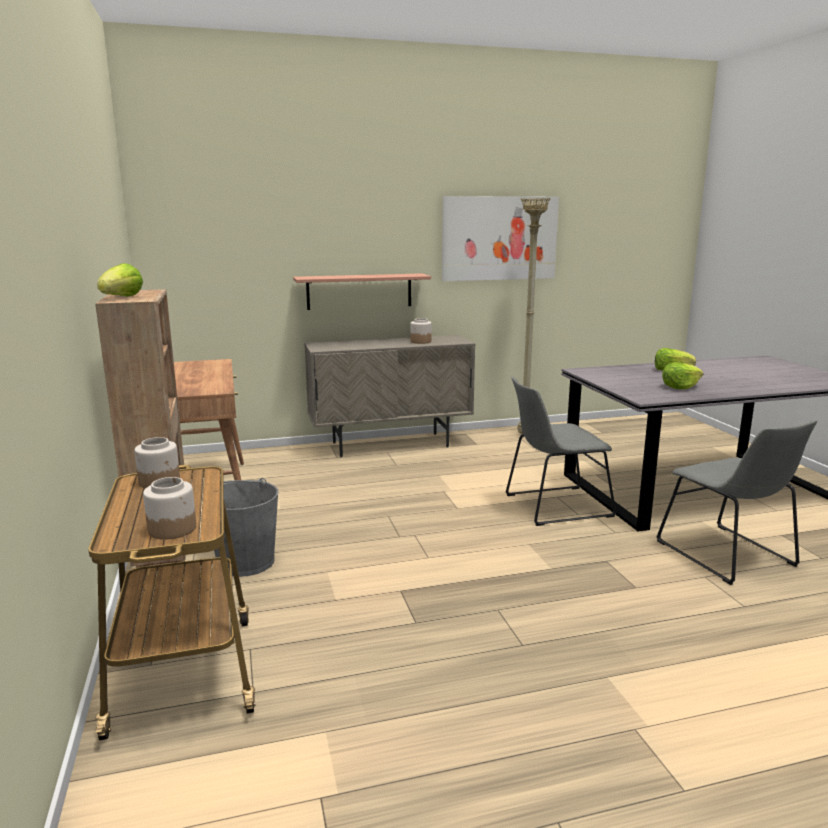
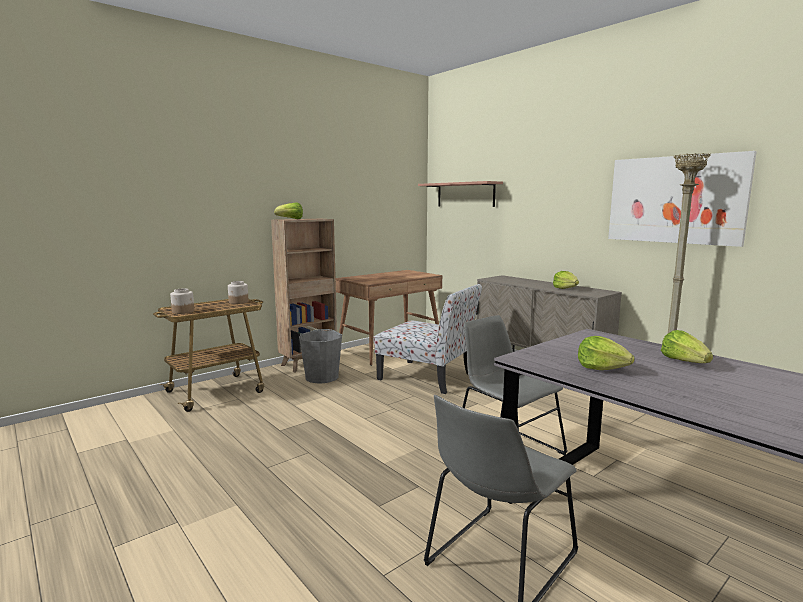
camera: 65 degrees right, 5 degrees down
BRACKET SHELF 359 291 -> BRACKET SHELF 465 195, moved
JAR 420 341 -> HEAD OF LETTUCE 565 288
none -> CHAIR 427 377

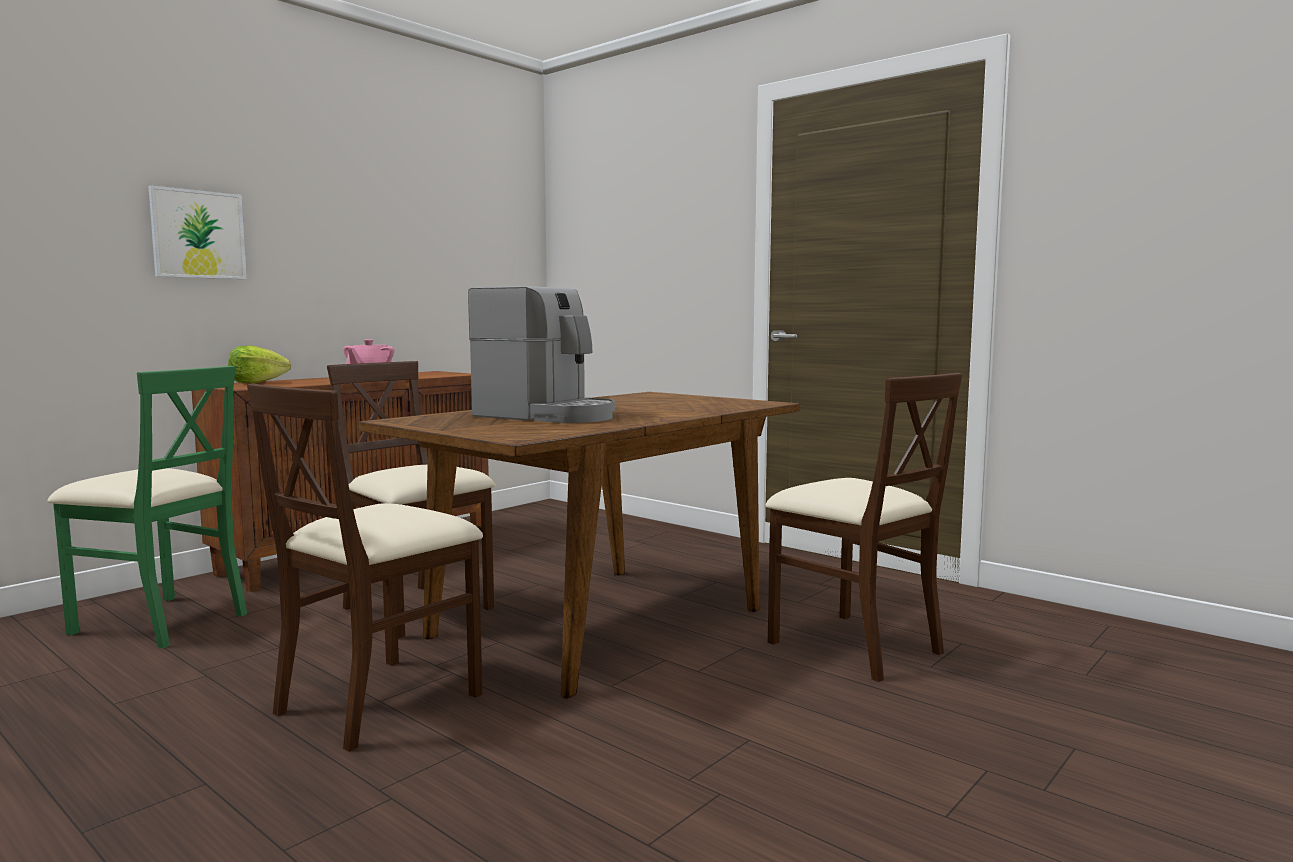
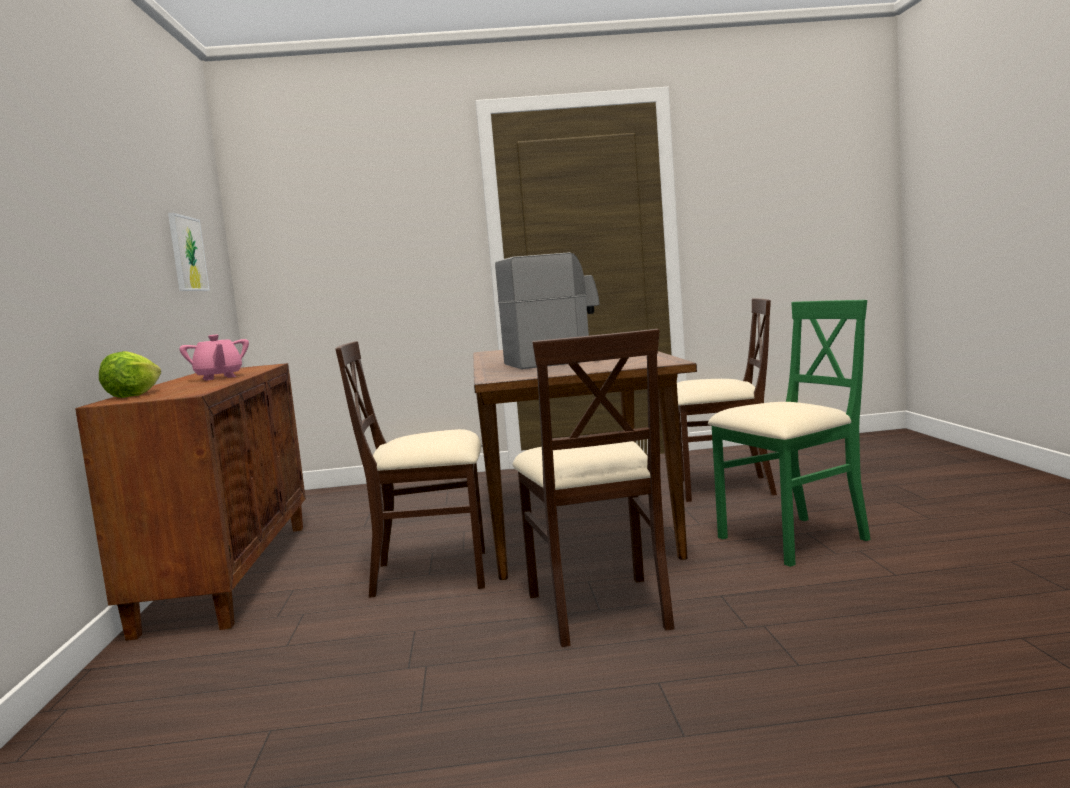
camera: 45 degrees left, 0 degrees up
WALL PICTURE 198 234 -> WALL PICTURE 187 254, moved
GREENISH CHAIR 160 622 -> GREENISH CHAIR 793 540, moved

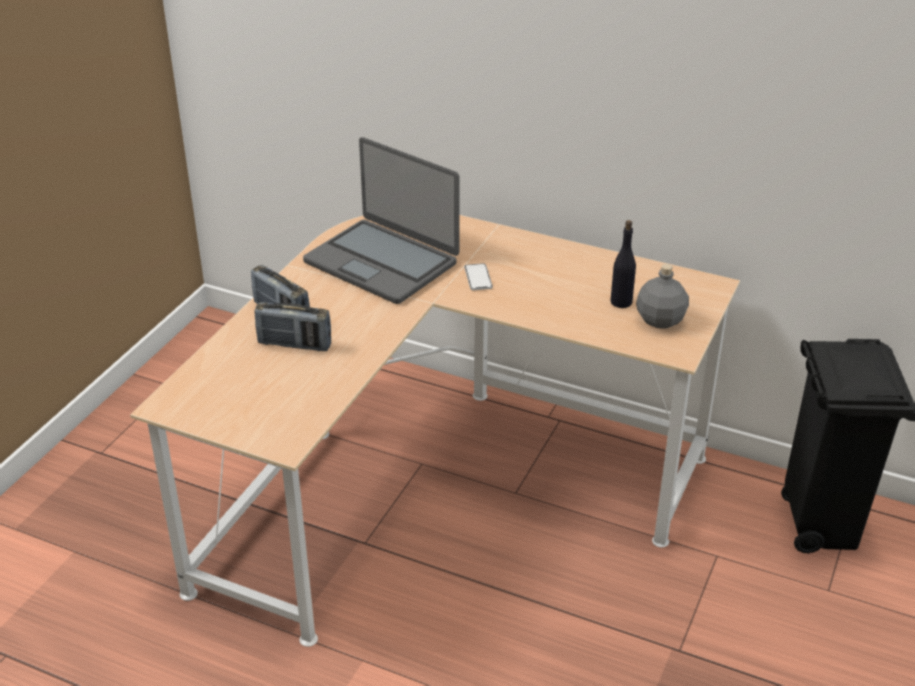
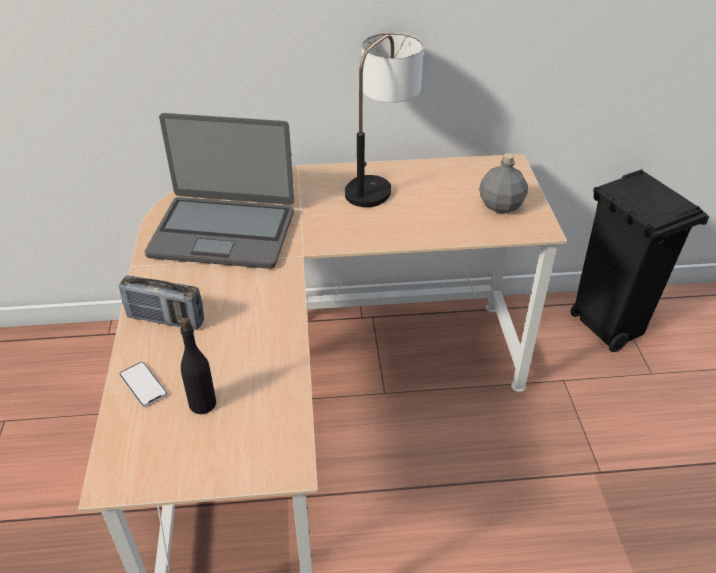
camera: 30 degrees left, 5 degrees up
BLACK-COLOURED BOTTLE 621 302 -> BLACK-COLOURED BOTTLE 202 403, moved
PHONE 478 278 -> PHONE 143 385, moved
RADIO SET 294 344 -> none
none -> TABLETOP LAMP 380 181

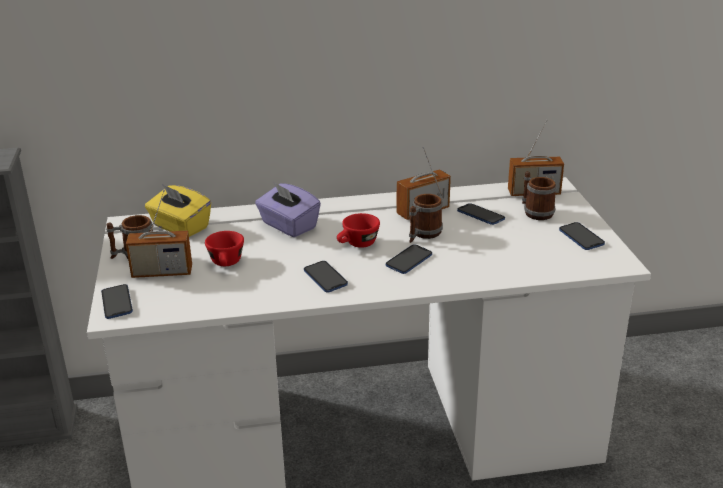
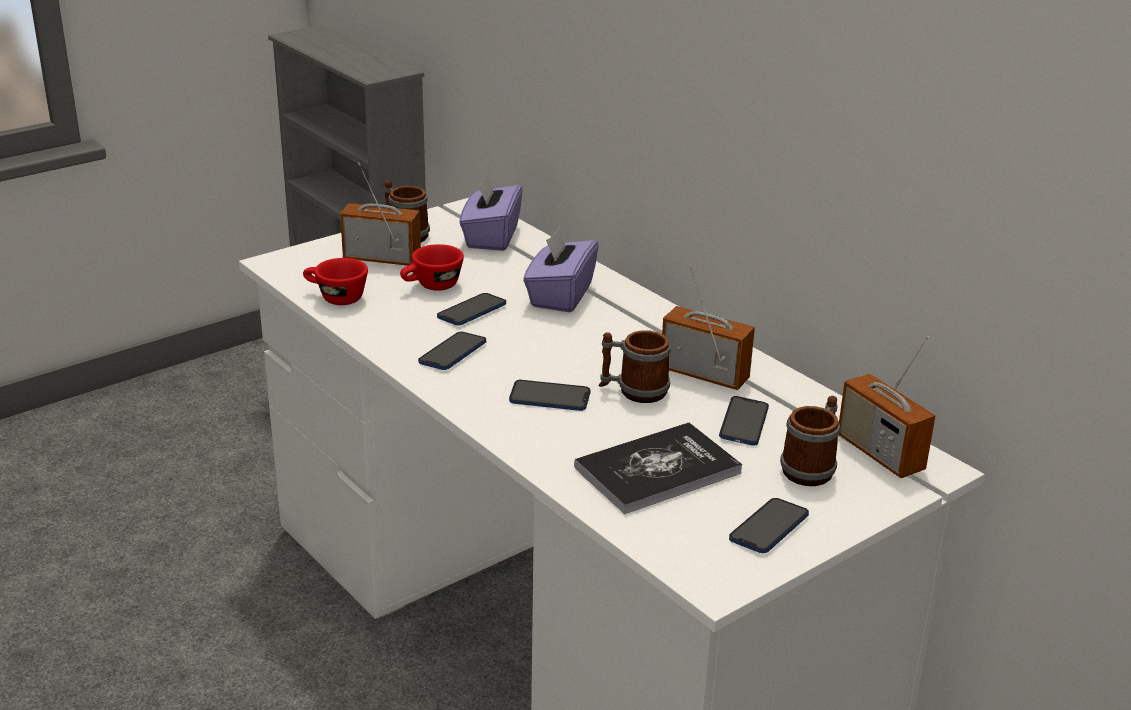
camera: 60 degrees right, 0 degrees up
YELLOW TISSUE HOLDER 180 227 -> PURPLISH TISSUE HOLDER 491 237
RADIO SET 162 272 -> RADIO SET 382 259, 135 degrees clockwise
RED-COLOURED CUP 357 244 -> RED-COLOURED CUP 335 298, moved
PHONE 117 303 -> PHONE 471 311, moved
none -> VOLUME 657 470

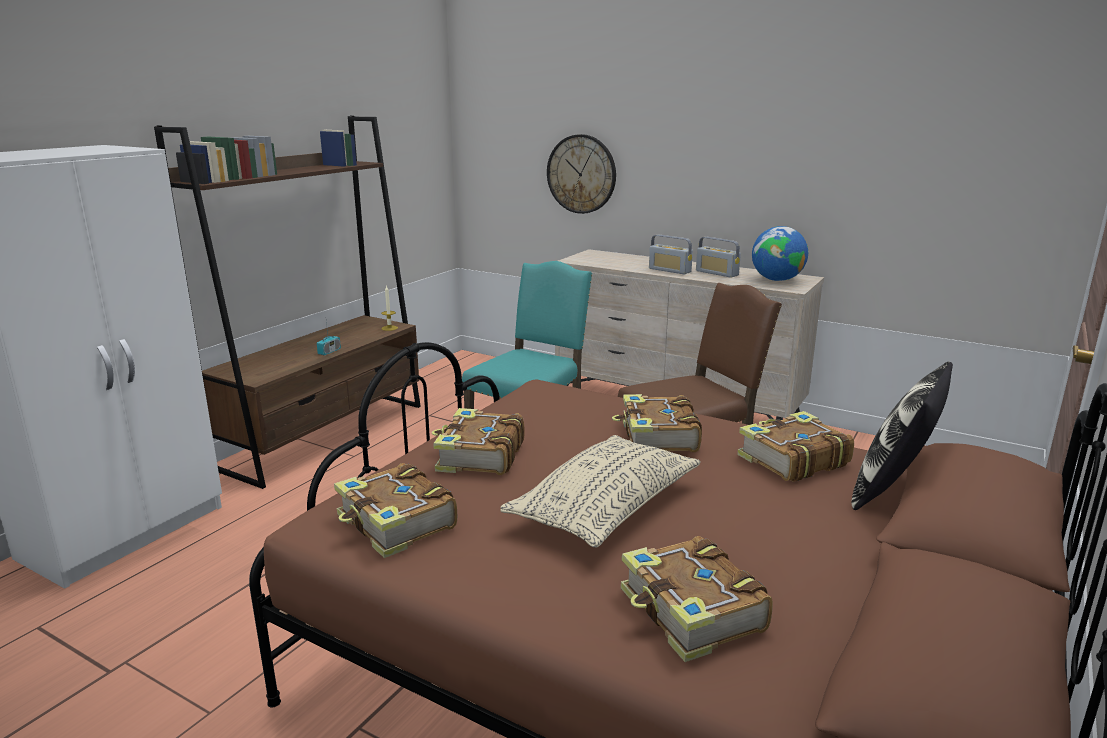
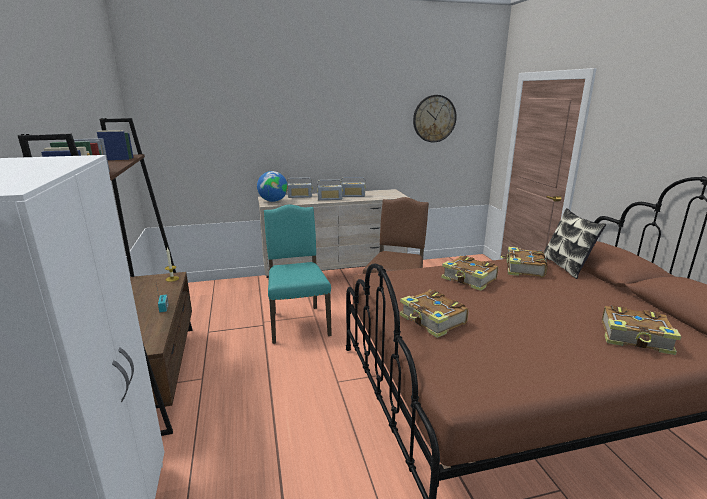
camera: 45 degrees left, 0 degrees up
WALL CLOCK 581 174 -> WALL CLOCK 434 118, moved
GLOBE 776 280 -> GLOBE 273 201, moved
SAND-COLOURED CUSHION 605 507 -> none
VOLUME 396 524 -> none
none -> RADIO SET 300 196

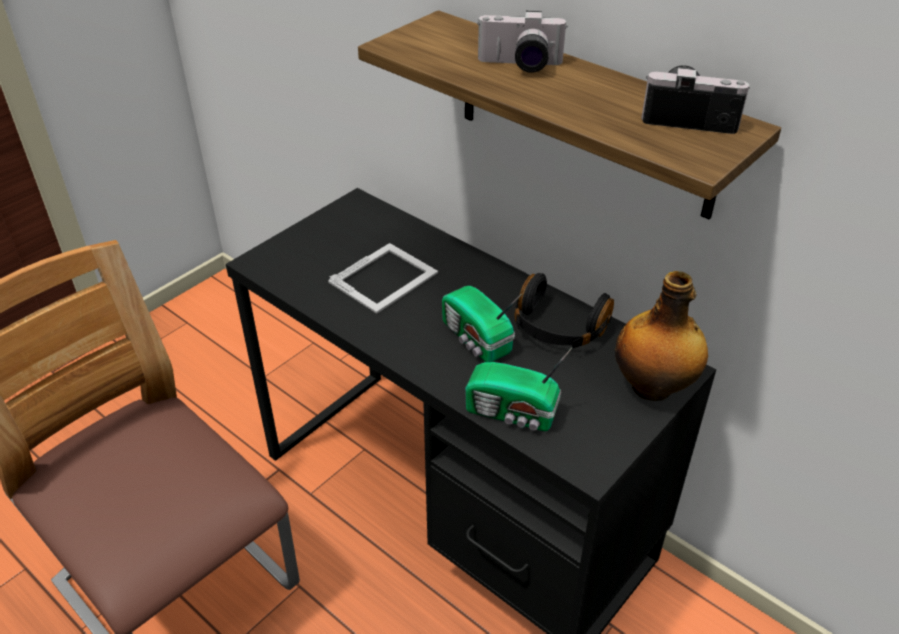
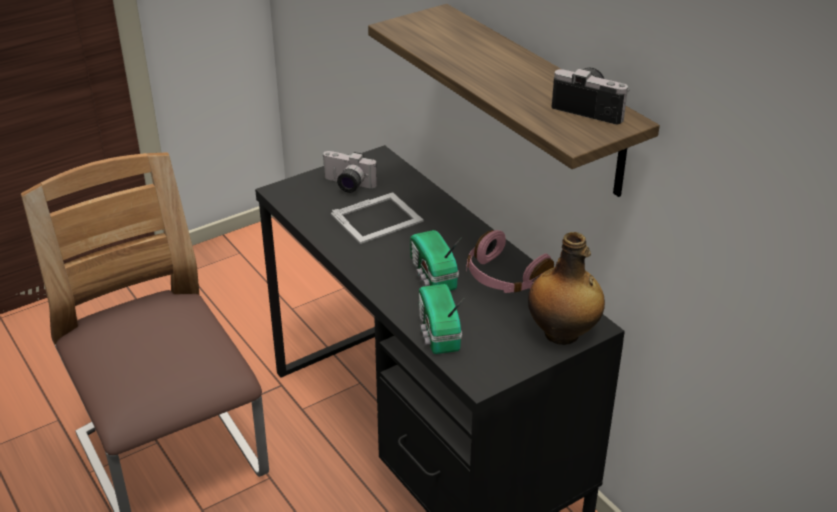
camera: 15 degrees right, 5 degrees down
PHOTO CAMERA 519 65 -> PHOTO CAMERA 347 185, moved
BLACK-COLOURED HEADPHONES 557 328 -> PINK HEADPHONES 504 278
RADIO SET 513 413 -> RADIO SET 437 333, 45 degrees clockwise

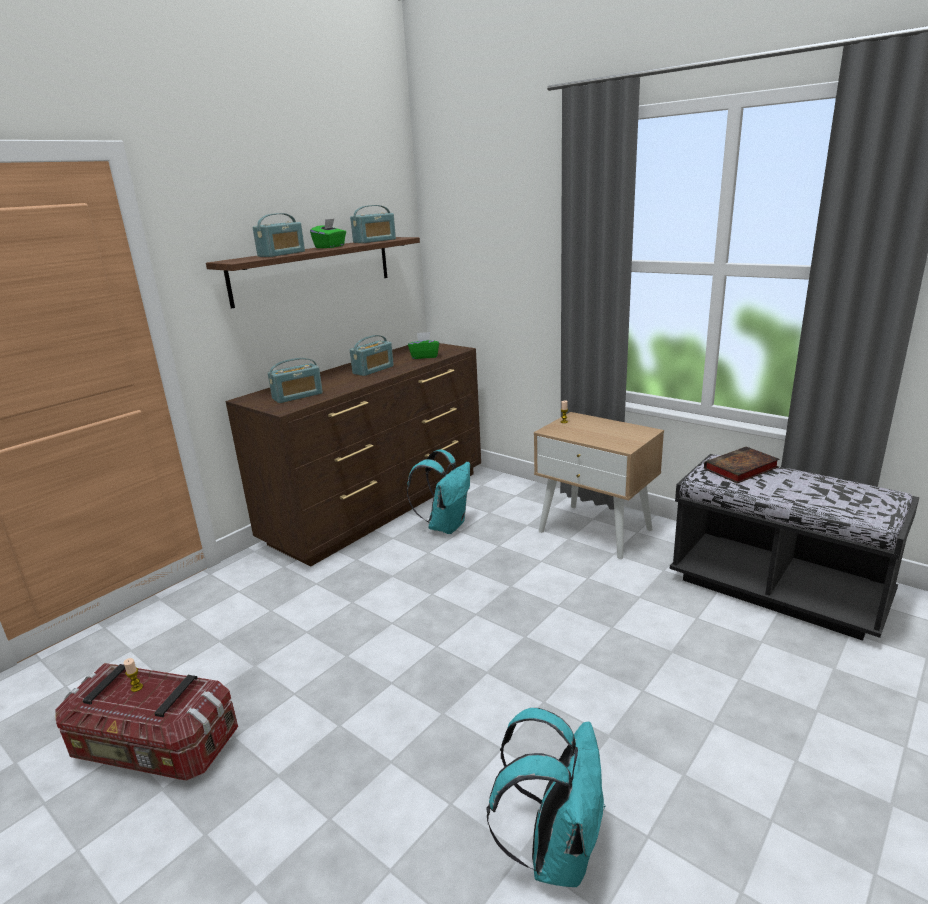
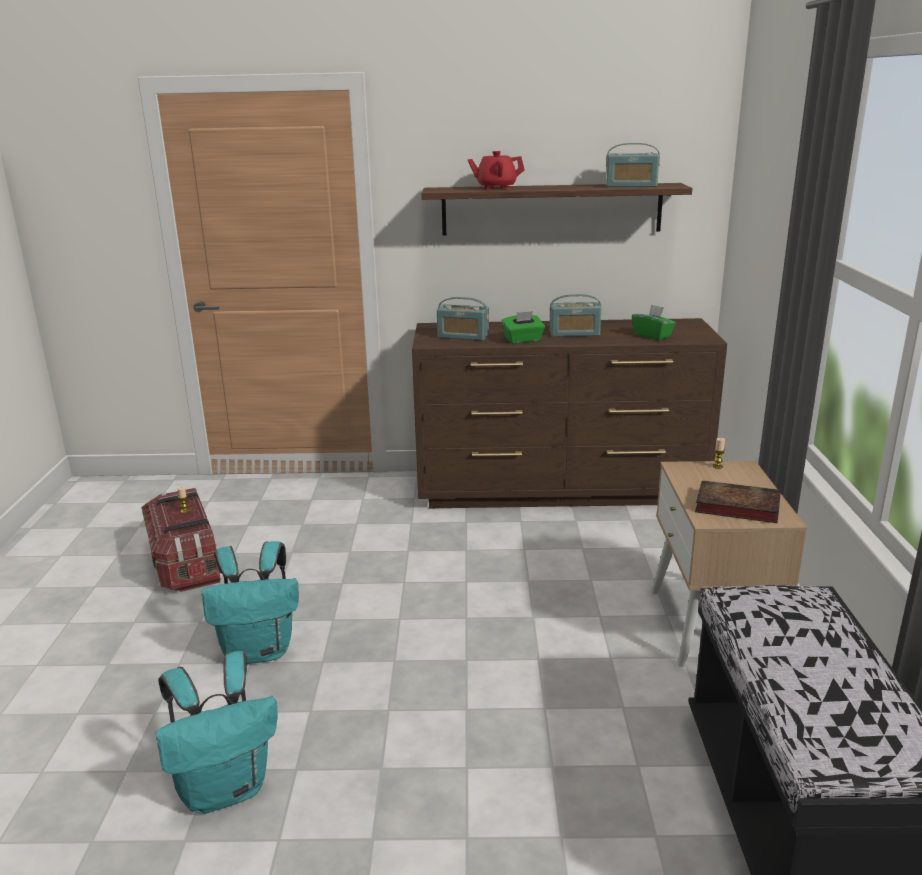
camera: 50 degrees right, 0 degrees up
RADIO SET 282 254 -> RED-COLOURED TEA POT 496 188
GREENISH TISSUE HOLDER 330 247 -> GREENISH TISSUE HOLDER 523 340, moved
VOLUME 740 469 -> VOLUME 735 506, moved
TURQUOISE KNAPSACK 446 525 -> TURQUOISE KNAPSACK 260 651, moved

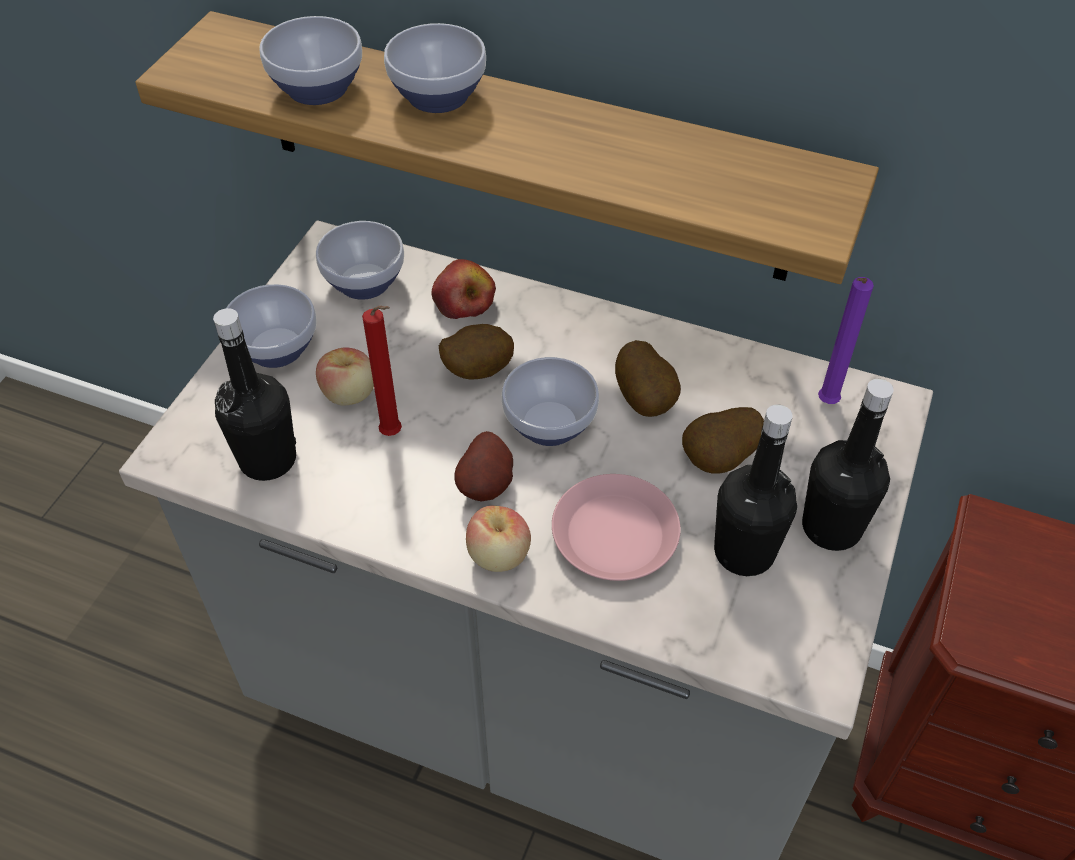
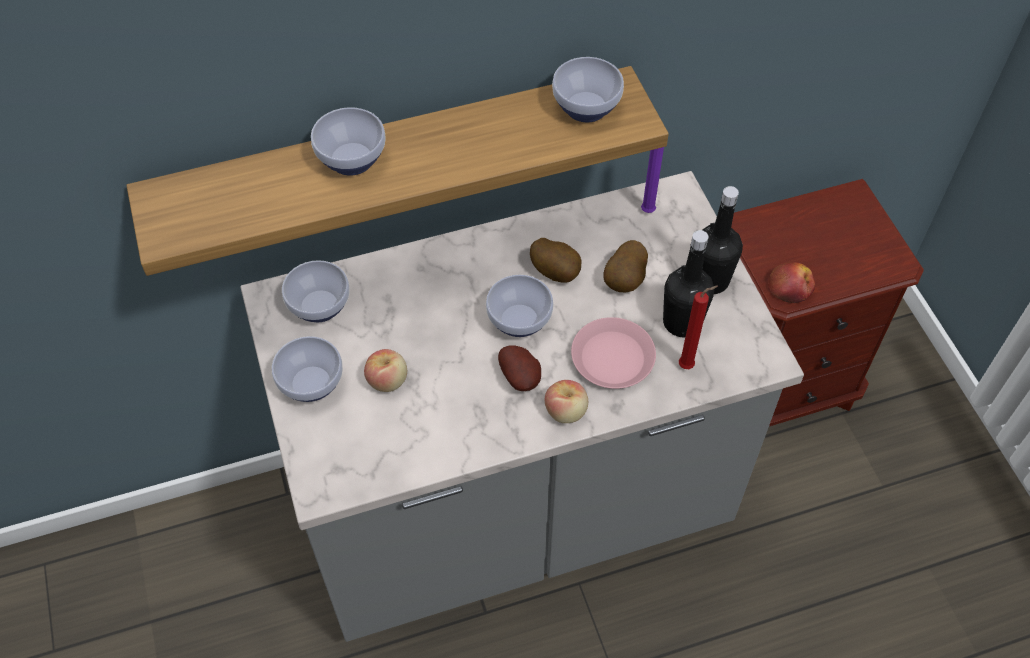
camera: 40 degrees left, 5 degrees up
SERVING BOWL 315 90 -> SERVING BOWL 586 109, moved
WHOLE APPLE 464 301 -> WHOLE APPLE 790 288, moved
RED-COLOURED WAX LIGHT 394 434 -> RED-COLOURED WAX LIGHT 688 365, moved
BLACK-COLOURED BOTTLE 268 459 -> none
SPUD 476 370 -> none

